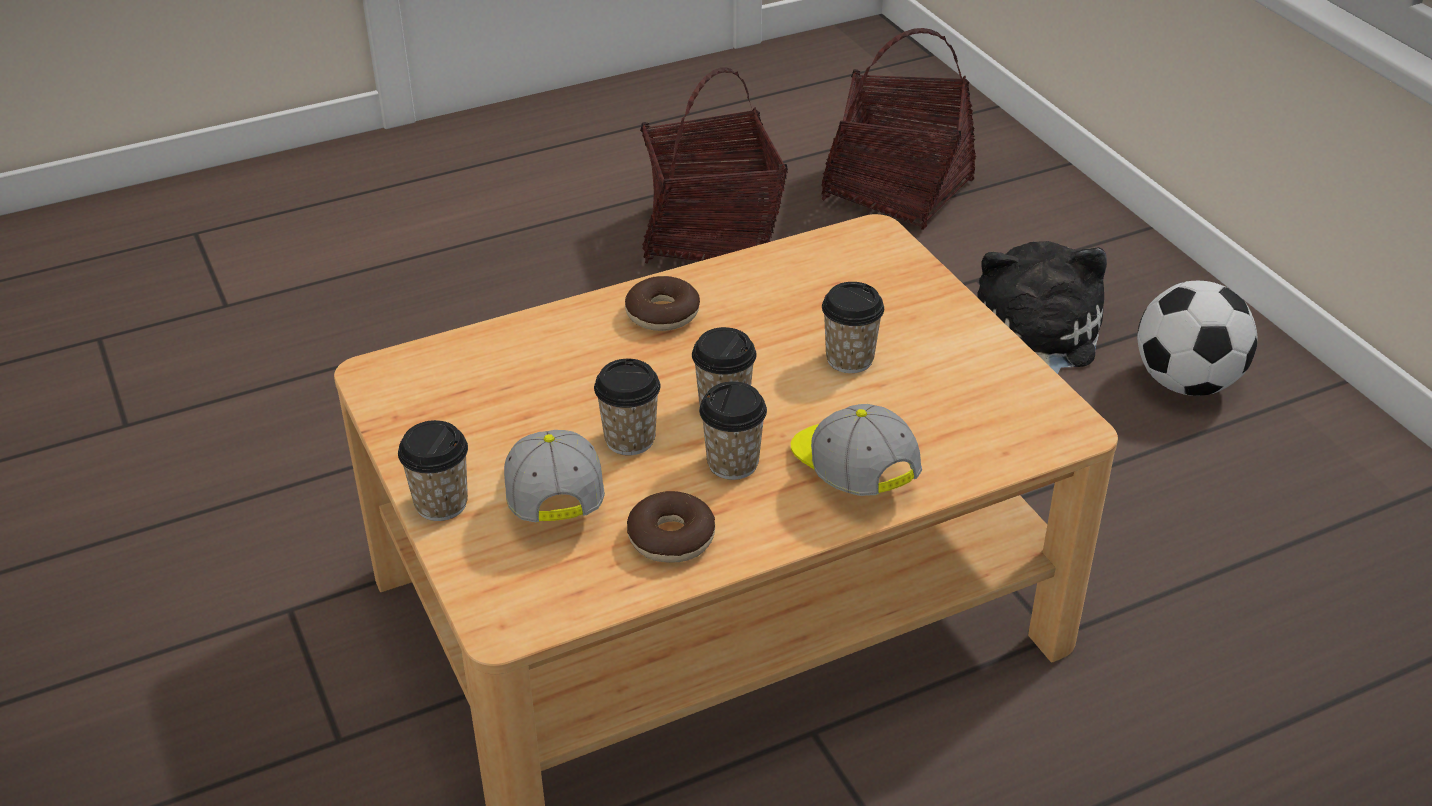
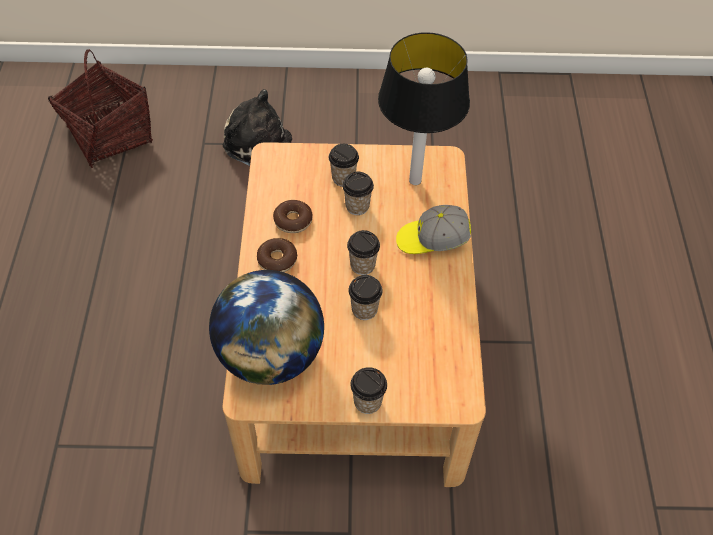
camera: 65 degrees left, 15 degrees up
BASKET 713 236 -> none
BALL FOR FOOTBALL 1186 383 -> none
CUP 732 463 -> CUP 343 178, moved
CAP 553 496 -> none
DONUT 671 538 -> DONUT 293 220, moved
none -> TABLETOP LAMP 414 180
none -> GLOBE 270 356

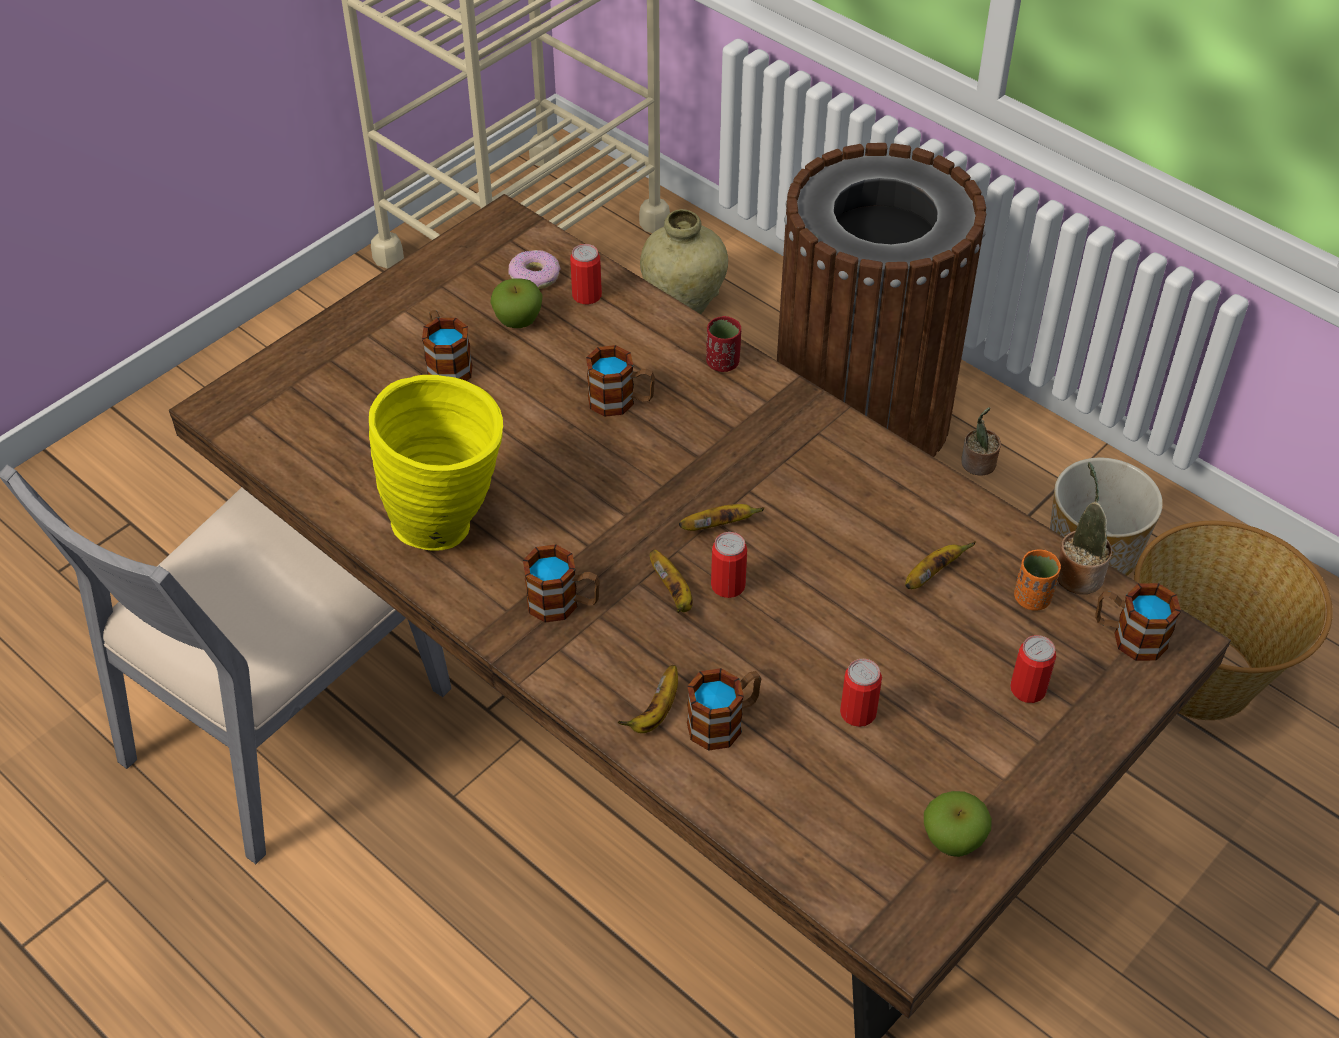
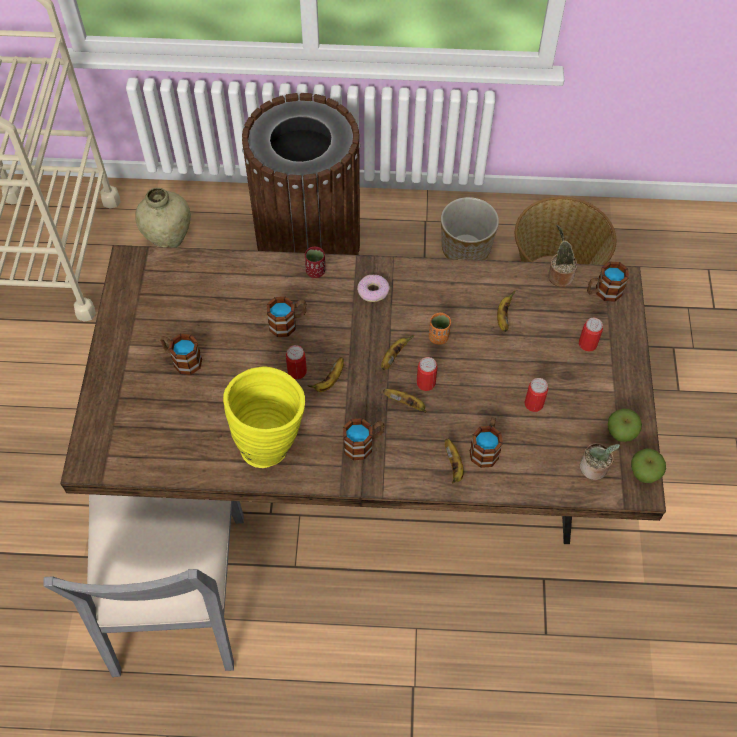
camera: 40 degrees left, 10 degrees up
CAN 587 295 -> CAN 297 371, moved
DONUT 535 276 -> DONUT 373 291, moved
WHOLE APPLE 518 322 -> WHOLE APPLE 643 474, moved
PLANT IN A POT 978 464 -> PLANT IN A POT 594 469, moved
ORANGE-COLOURED CUP 1032 598 -> ORANGE-COLOURED CUP 438 337, moved
none -> WHOLE BANANA 329 381

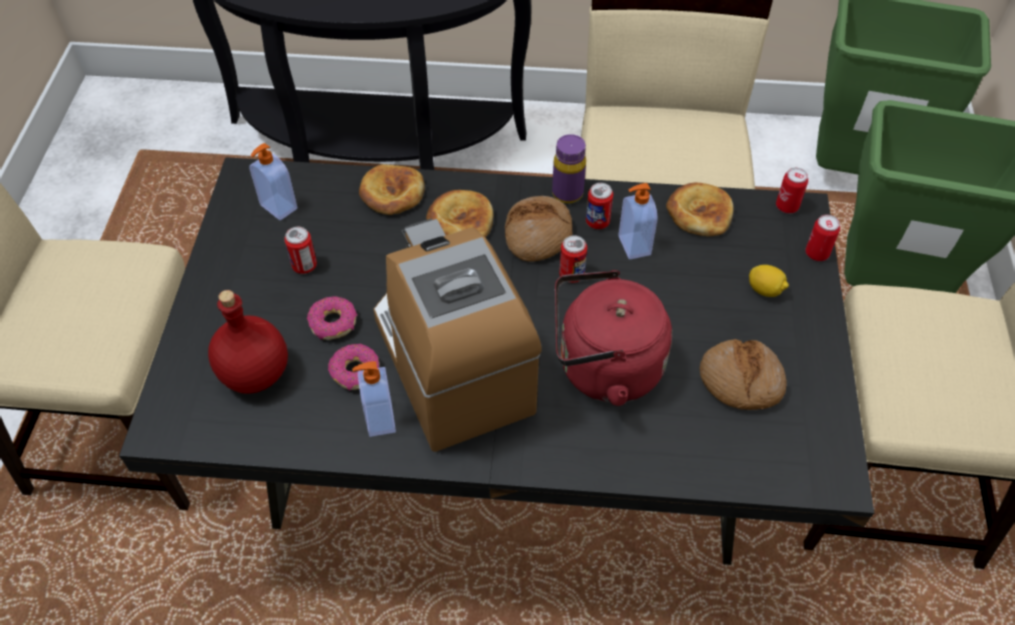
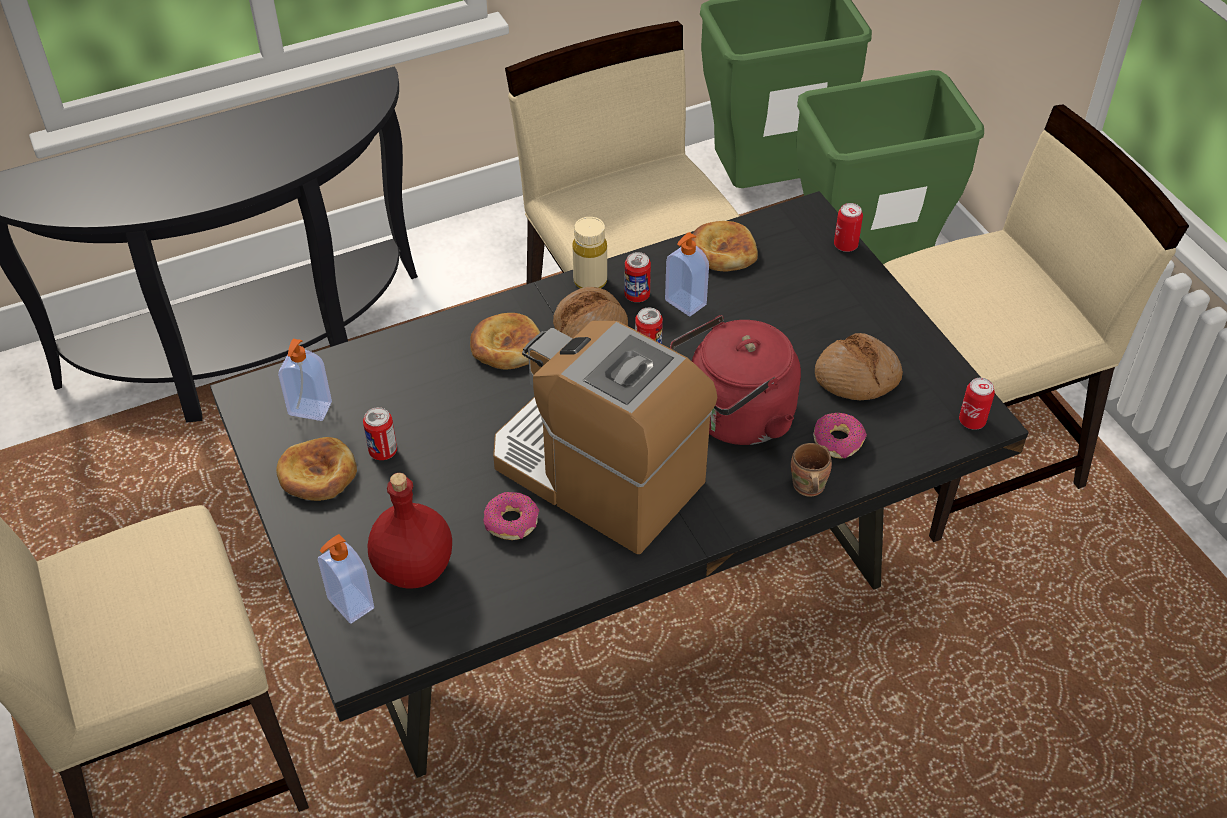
camera: 30 degrees left, 5 degrees down
PURPLISH BOTTLE 567 193 -> SAND-COLOURED BOTTLE 590 281
BAKERY BREAD 392 193 -> BAKERY BREAD 318 473, moved
CAN 787 206 -> CAN 972 421, moved
LEMON 765 290 -> none
DONUT 333 323 -> DONUT 838 441, moved
LIQUID SOAP BOTTLE 378 419 -> LIQUID SOAP BOTTLE 349 604, moved
none -> BROWNISH MUG 806 487

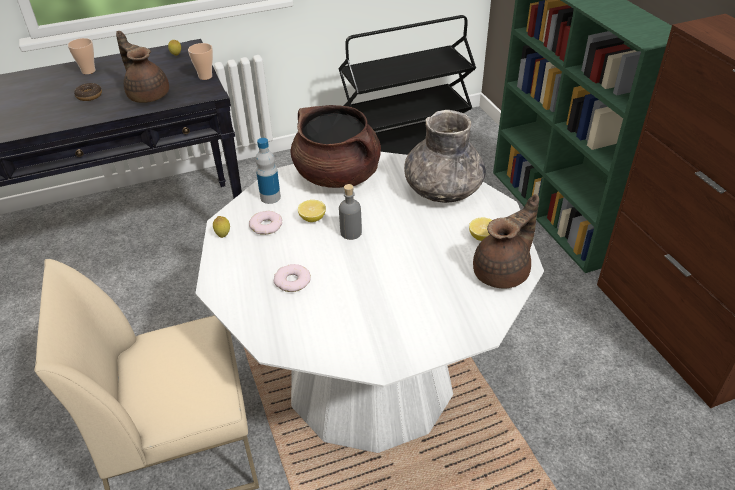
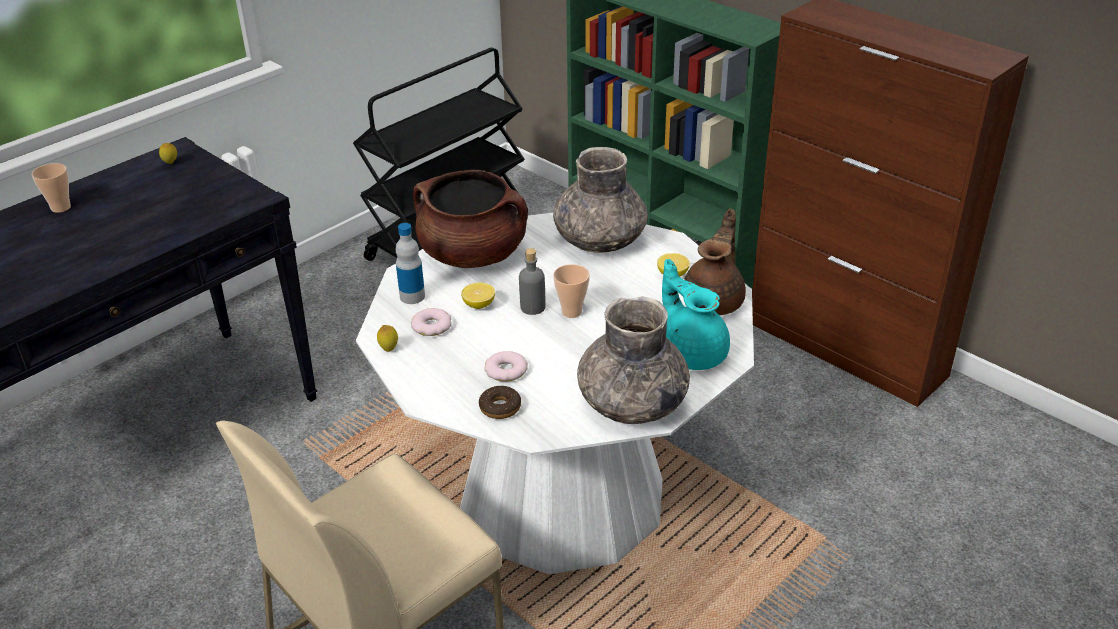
camera: 25 degrees left, 5 degrees down
BROWNISH TEA POT 148 94 -> none
CUP 205 76 -> CUP 571 312, moved
DONUT 89 96 -> DONUT 500 407, moved
none -> TURQUOISE TEA POT 693 352
none -> GRAY VASE 632 404

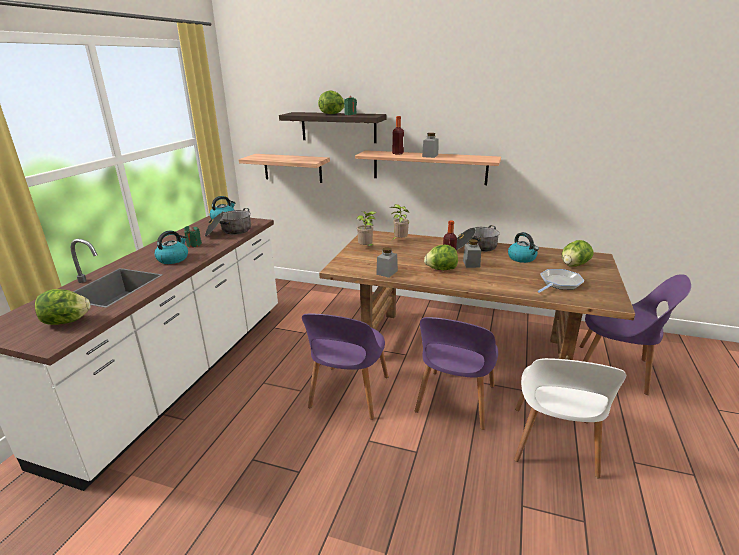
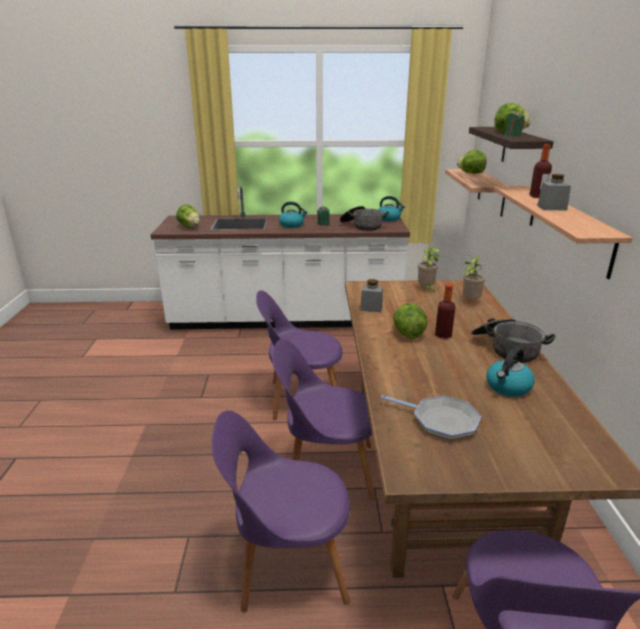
camera: 70 degrees right, 0 degrees up
GRAY JAR 471 264 -> none
HEAD OF LETTUCE 574 265 -> HEAD OF LETTUCE 471 173, moved
WHITE CHAIR 553 444 -> PURPLISH CHAIR 288 563

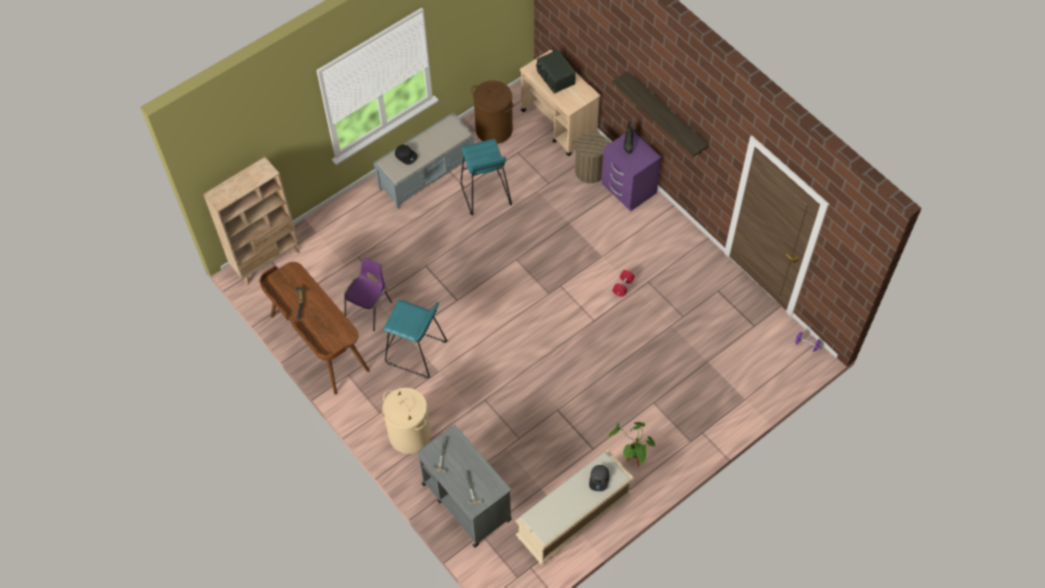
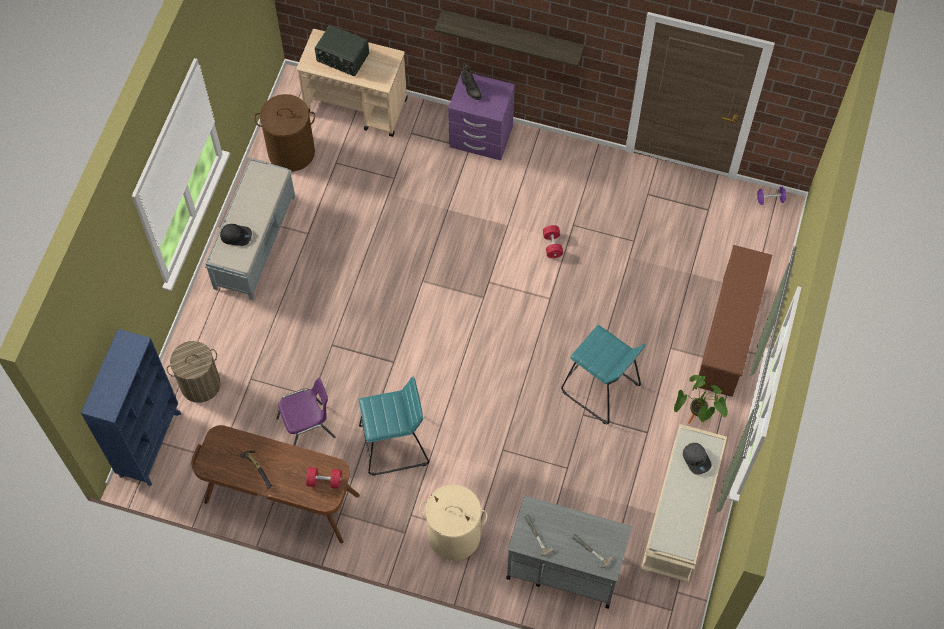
camera: 35 degrees left, 5 degrees up
LAUNDRY BASKET 590 171 -> LAUNDRY BASKET 200 384, moved
TURQUOISE STOOL SEAT 485 194 -> TURQUOISE STOOL SEAT 600 389, moved
SAND-COLOURED BOOKSHELF 266 260 -> BLUISH BOOKSHELF 150 443
PURPLISH CHAIR 369 309 -> PURPLISH CHAIR 308 428, 75 degrees clockwise
none -> BROWNISH SHOE RACK 728 337
none -> RED-COLOURED HAND WEIGHT 324 481

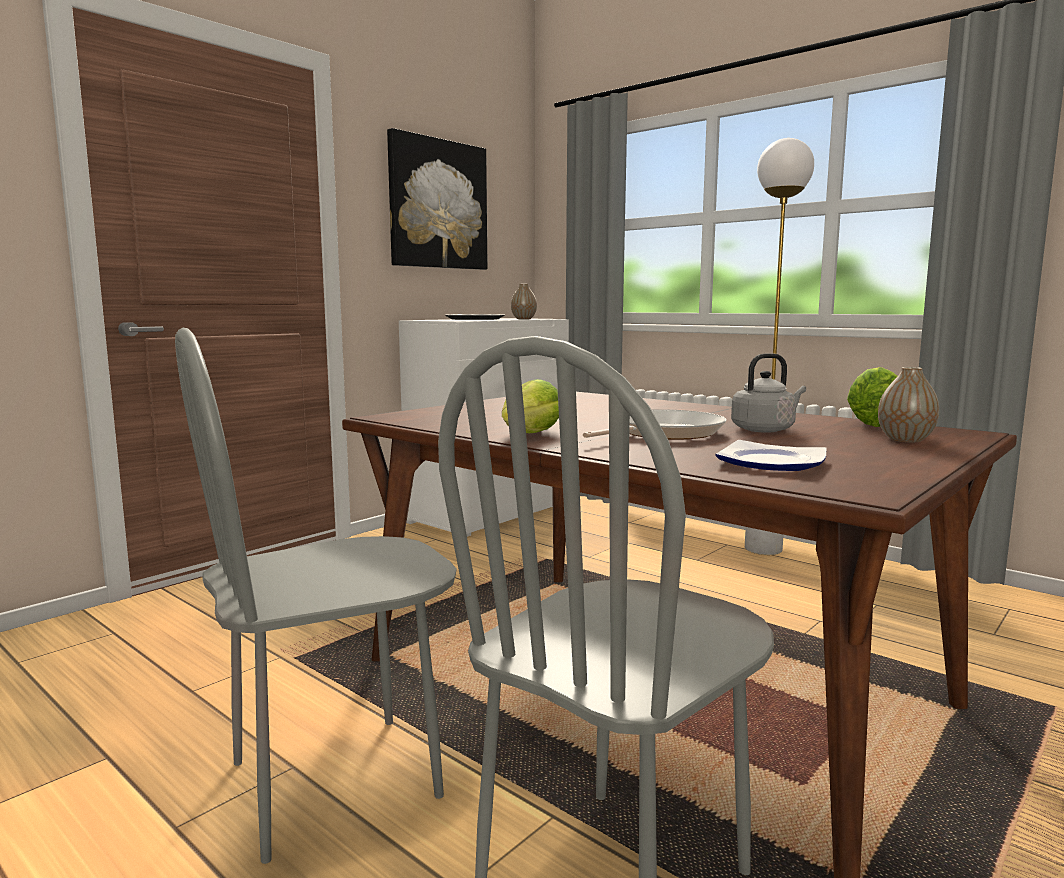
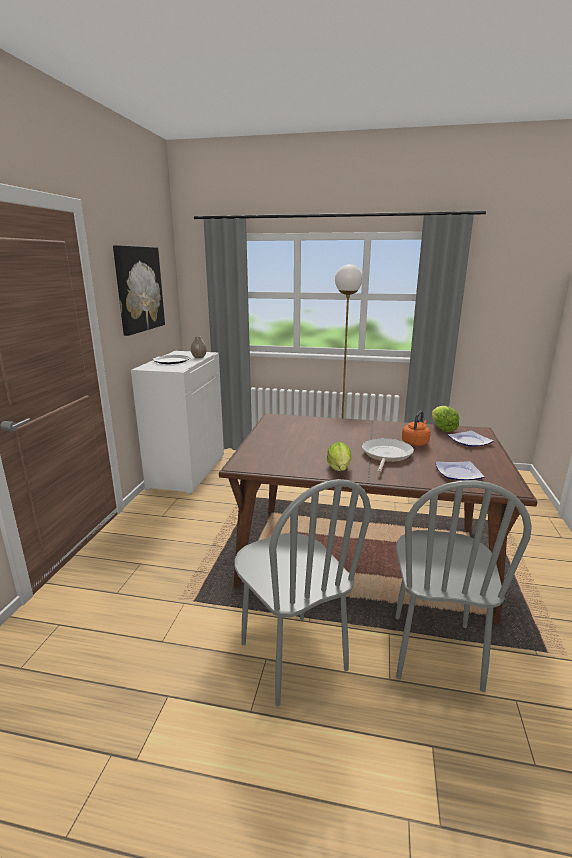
camera: 30 degrees left, 10 degrees up
GRAY CHAIR 335 780 -> GRAY CHAIR 292 656, 60 degrees counterclockwise
GRAY KETTLE 765 429 -> ORANGE-COLOURED KETTLE 415 442
VASE 905 440 -> DINNER PLATE 469 441

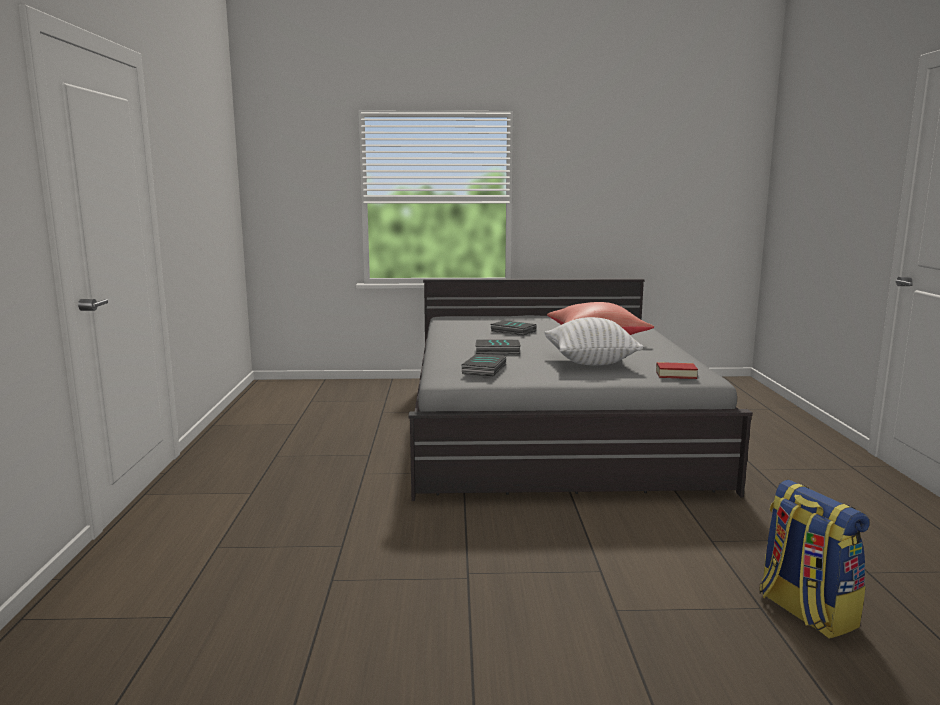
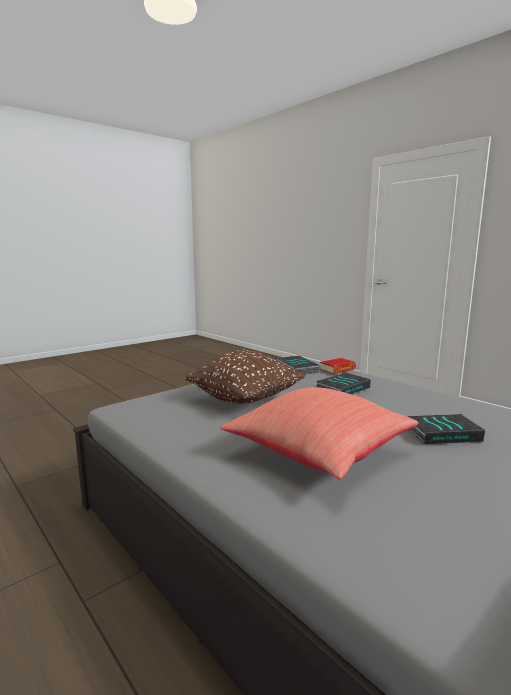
camera: 140 degrees right, 0 degrees up
WHITE CUSHION 590 362 -> BROWNISH CUSHION 245 400
VOLUME 676 375 -> VOLUME 337 369, moved
KNAPSACK 804 611 -> none

